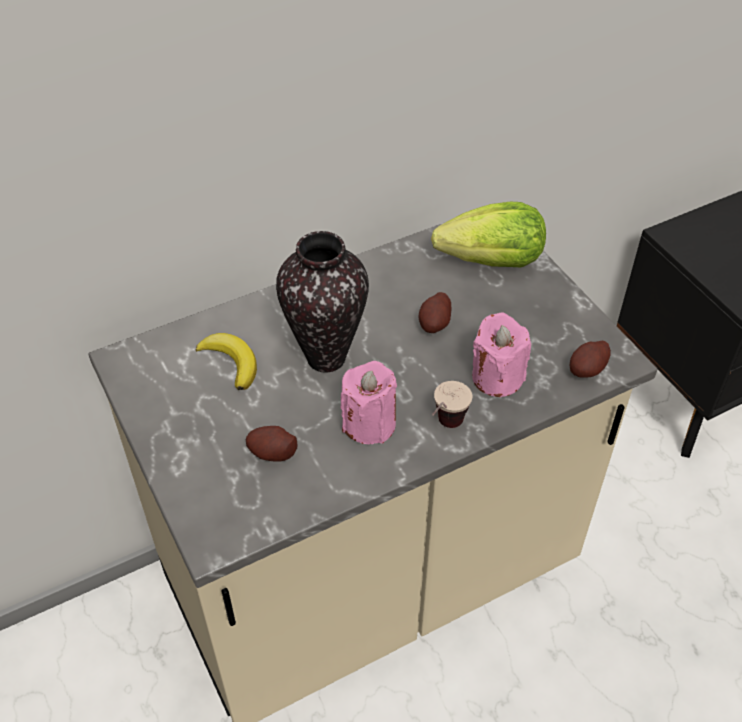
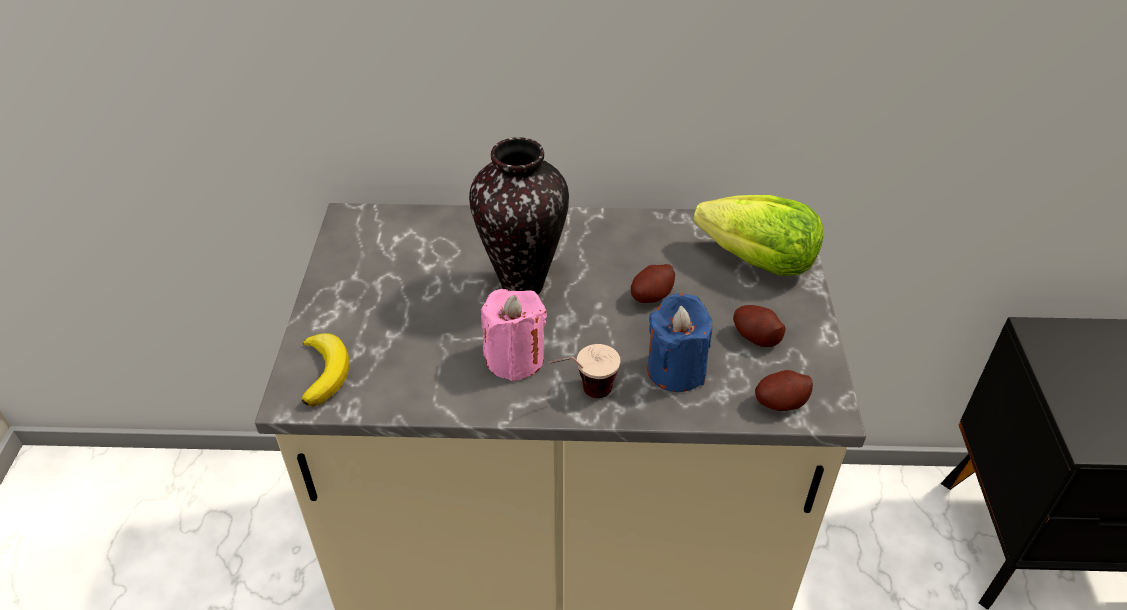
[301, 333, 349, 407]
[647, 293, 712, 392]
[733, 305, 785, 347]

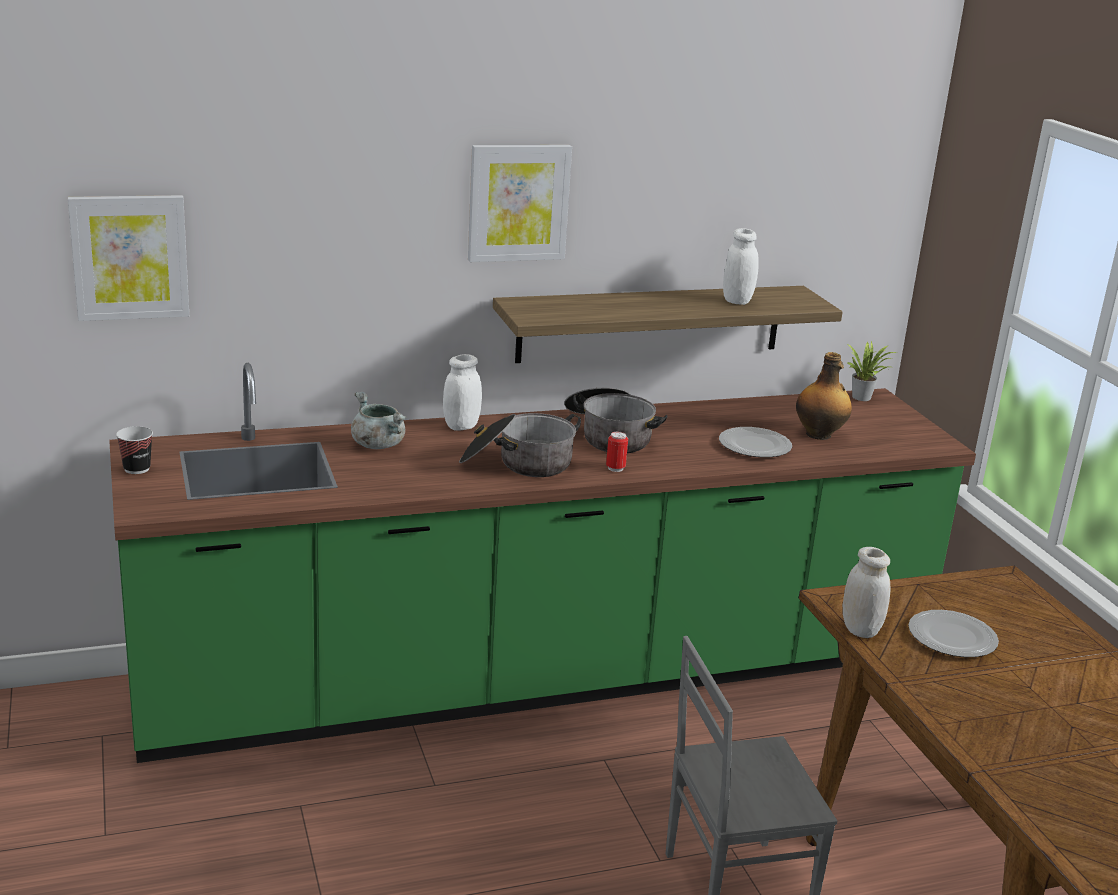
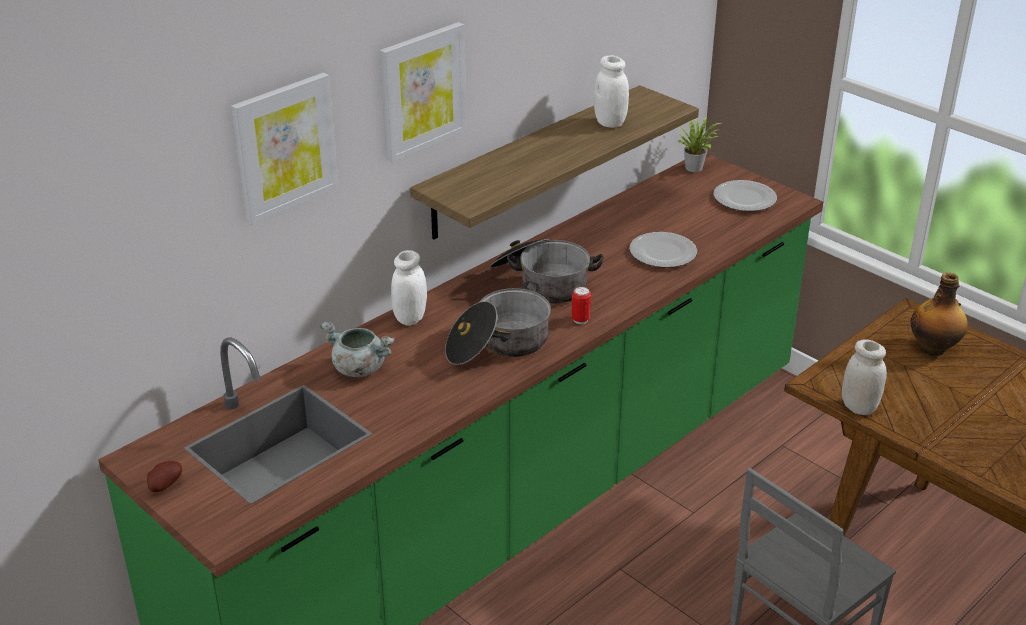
[147, 461, 182, 492]
[231, 73, 339, 224]
[713, 180, 777, 211]
[911, 272, 968, 356]

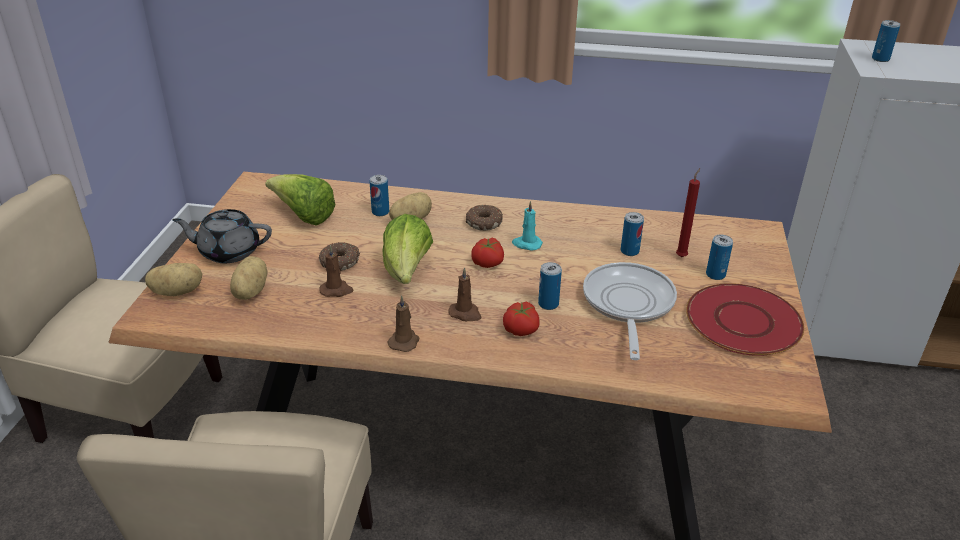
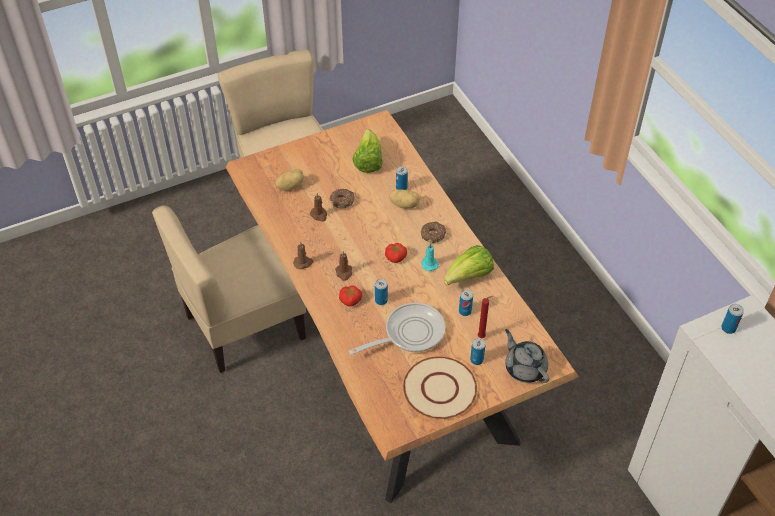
[403, 356, 477, 419]
[444, 245, 494, 286]
[505, 329, 549, 383]
[145, 263, 202, 296] (first image)

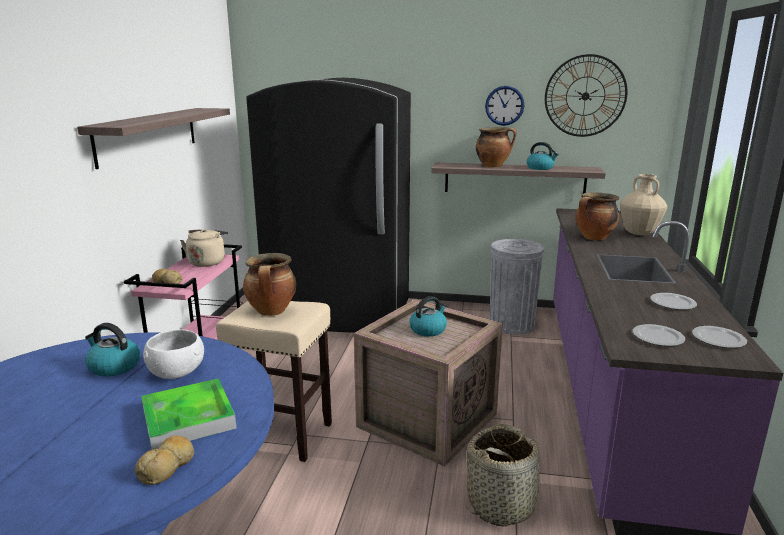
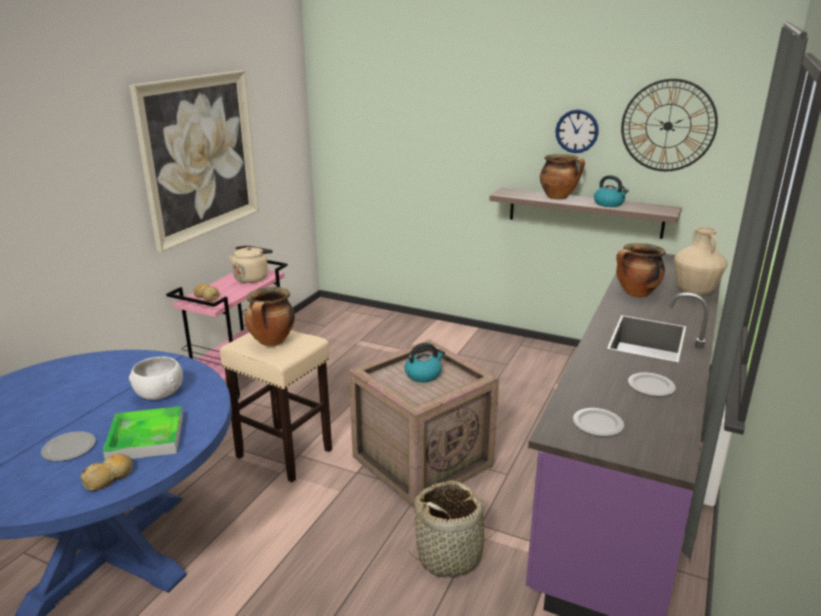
[41, 431, 95, 461]
[129, 70, 259, 252]
[85, 323, 140, 377] (first image)
[246, 78, 411, 333] (first image)
[489, 239, 544, 335] (first image)

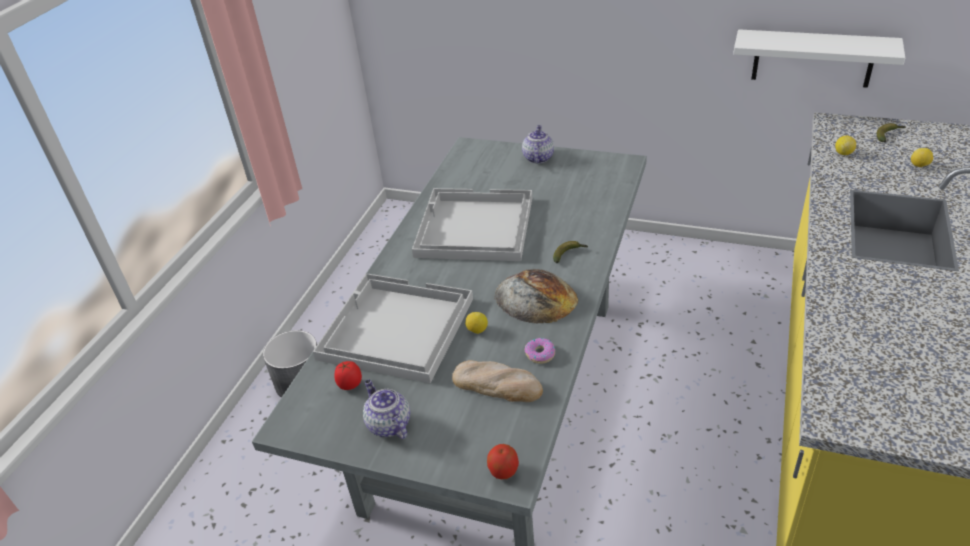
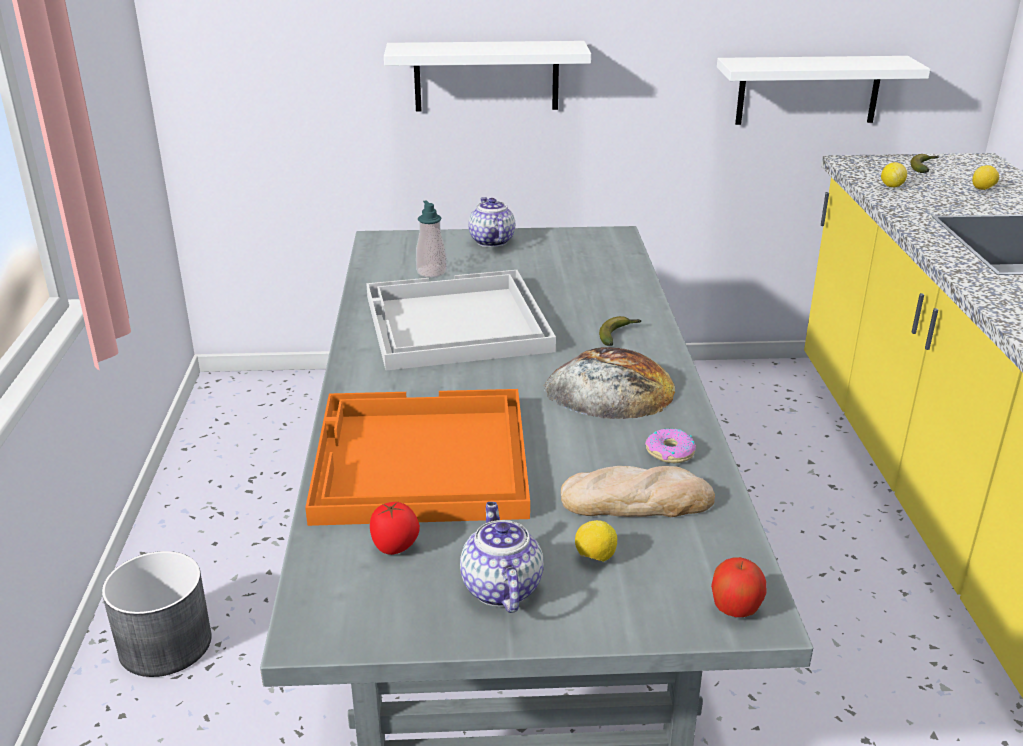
[305, 389, 530, 526]
[384, 41, 591, 112]
[416, 200, 447, 278]
[460, 502, 544, 613]
[575, 520, 617, 562]

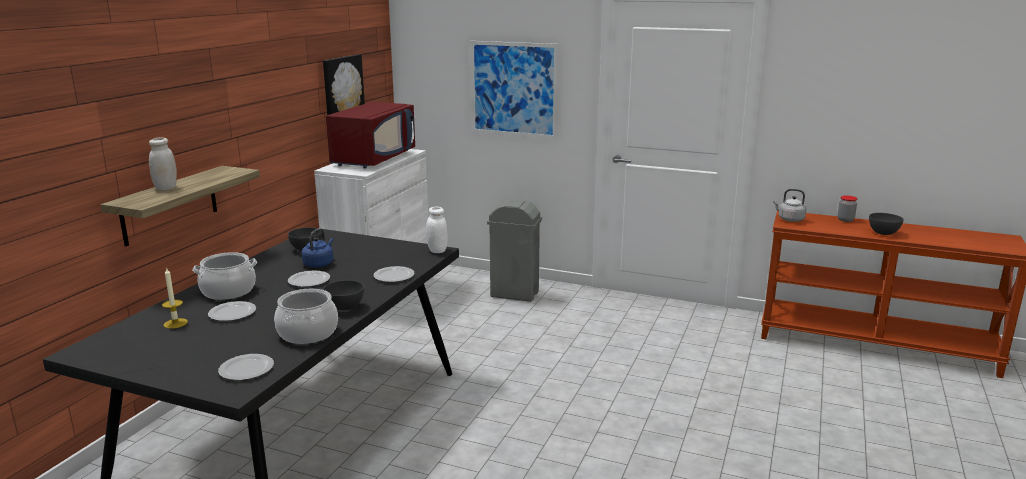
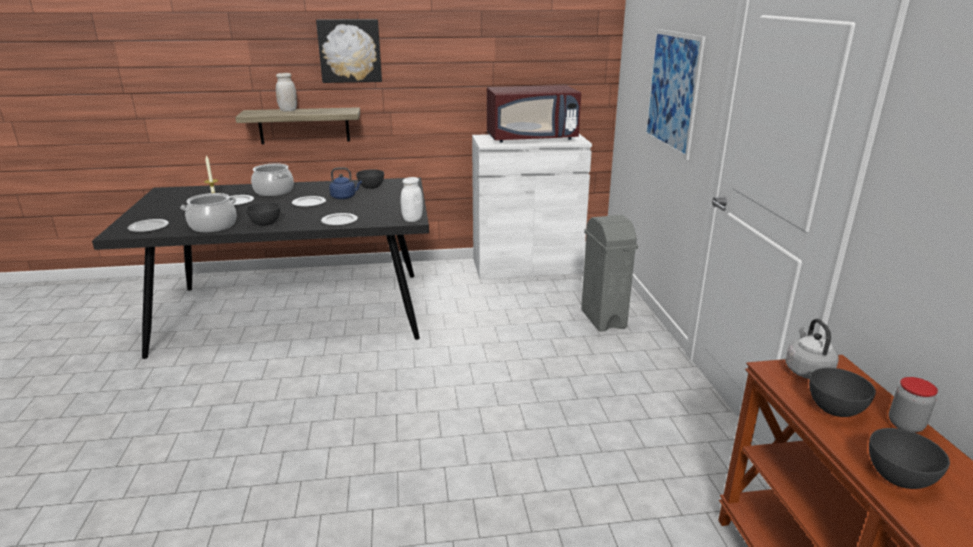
[316, 19, 382, 83]
[809, 368, 876, 417]

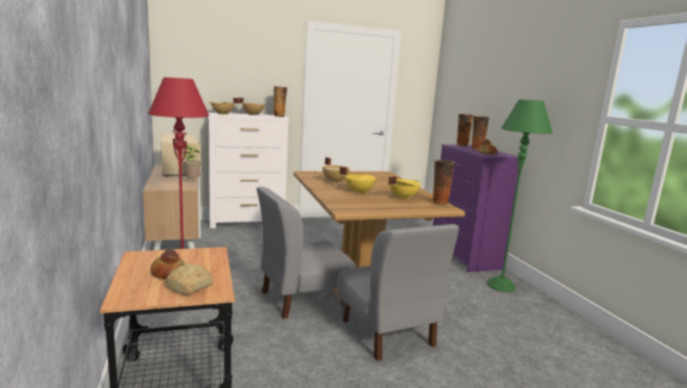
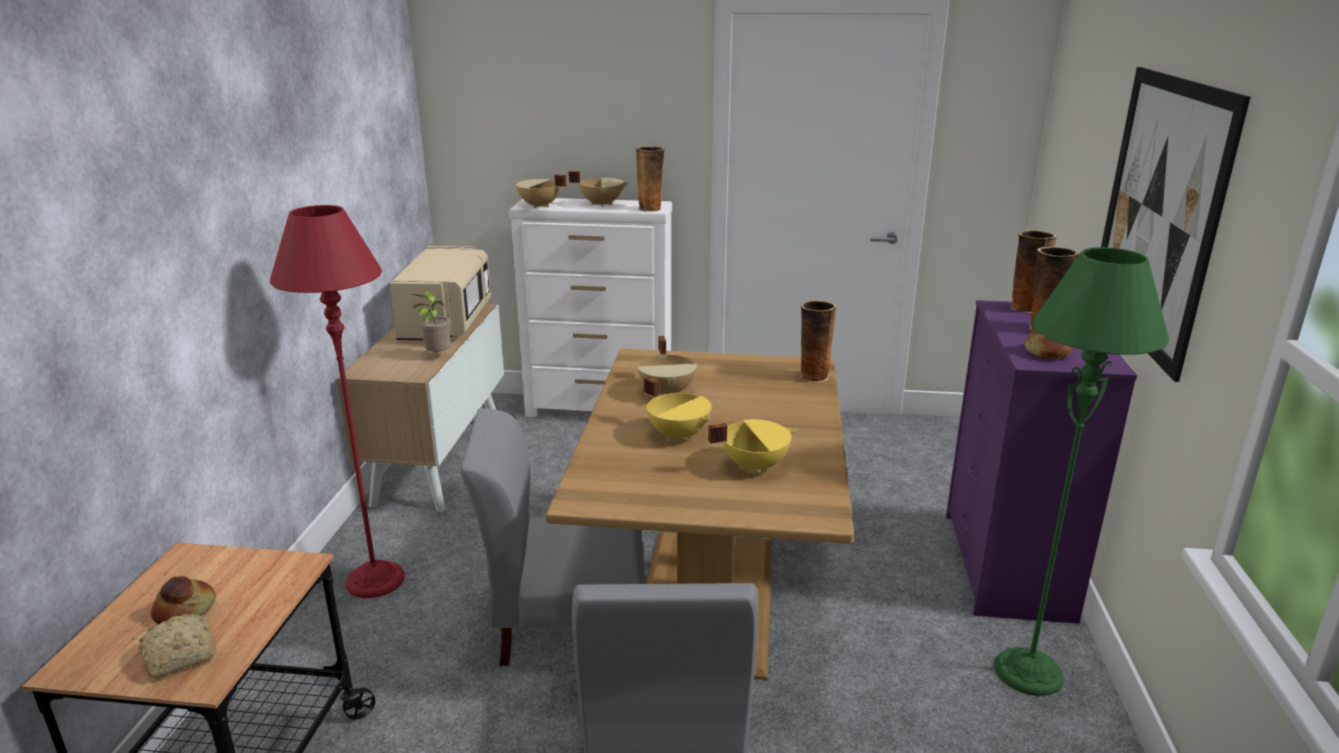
[800, 300, 837, 382]
[1101, 67, 1250, 382]

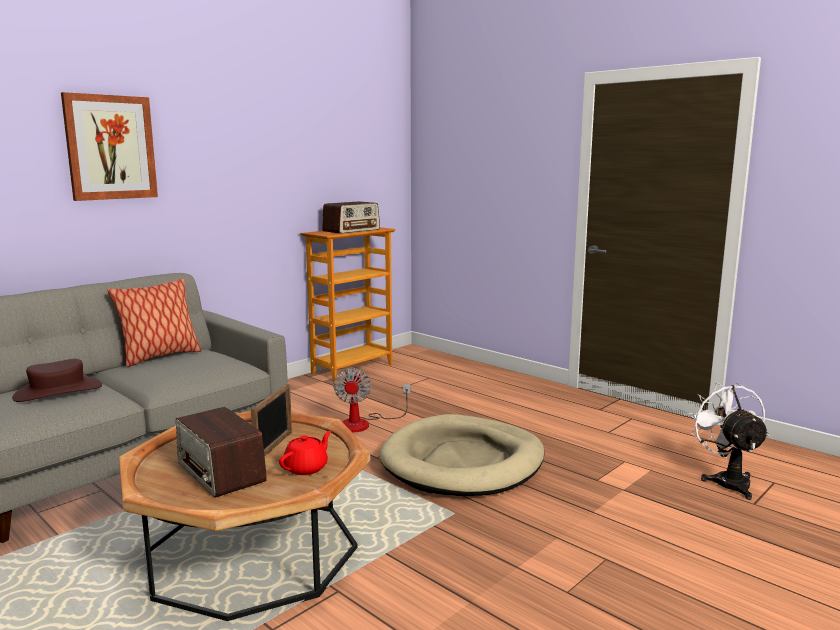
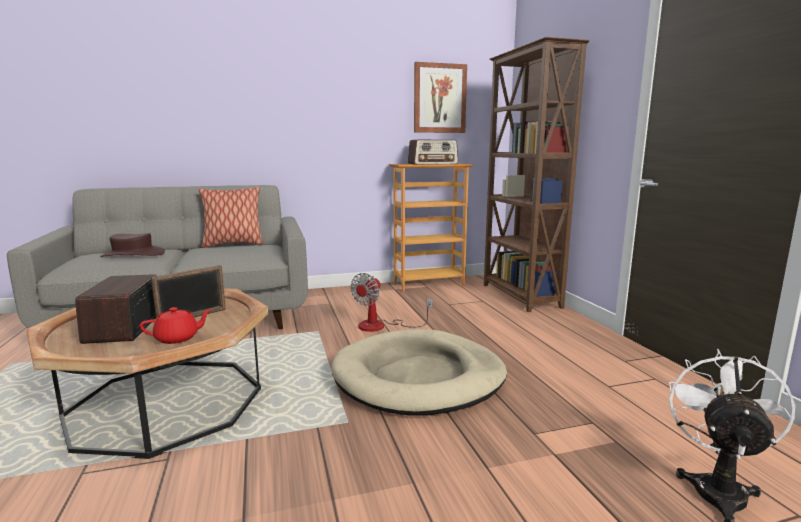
[414, 62, 467, 133]
[484, 37, 590, 312]

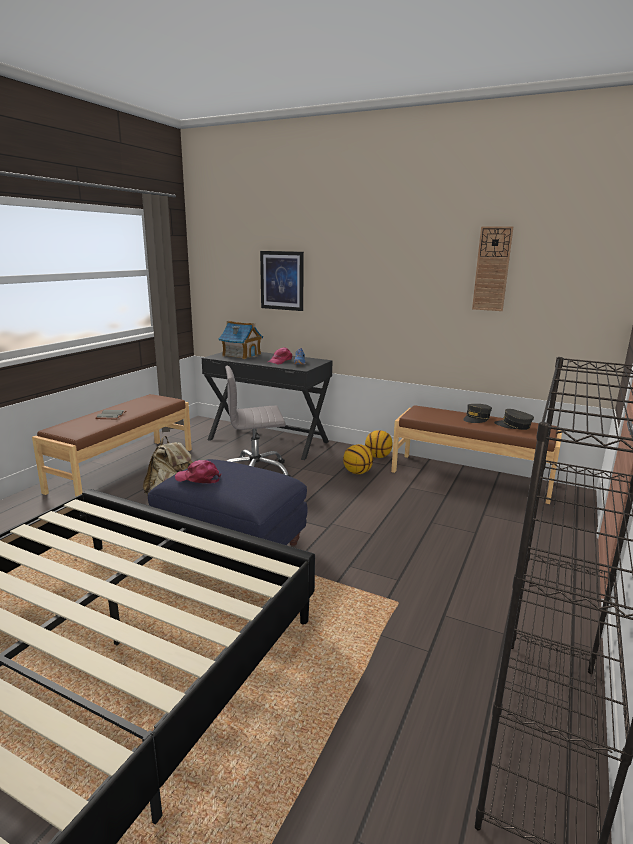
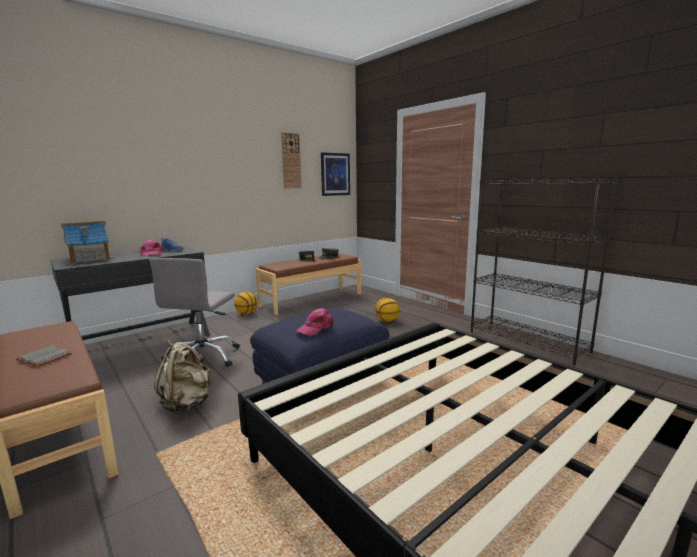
[321, 152, 350, 196]
[375, 298, 399, 322]

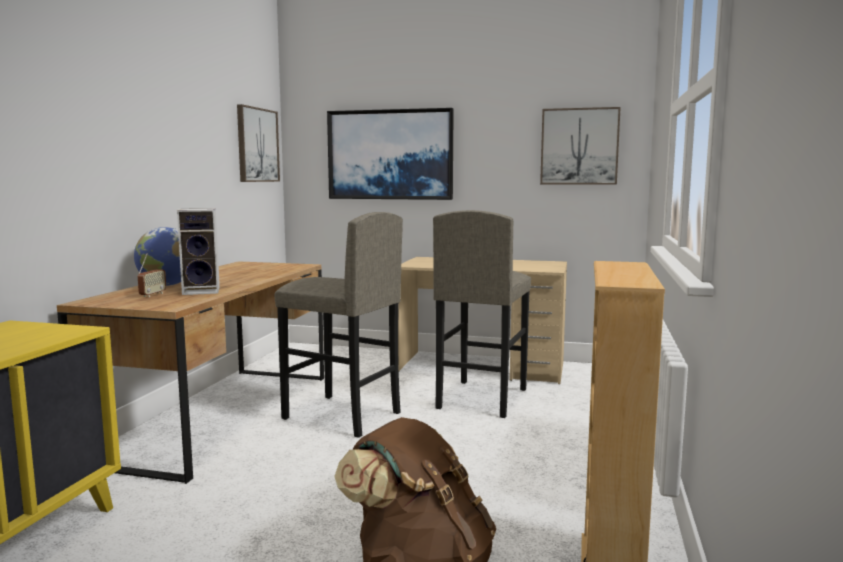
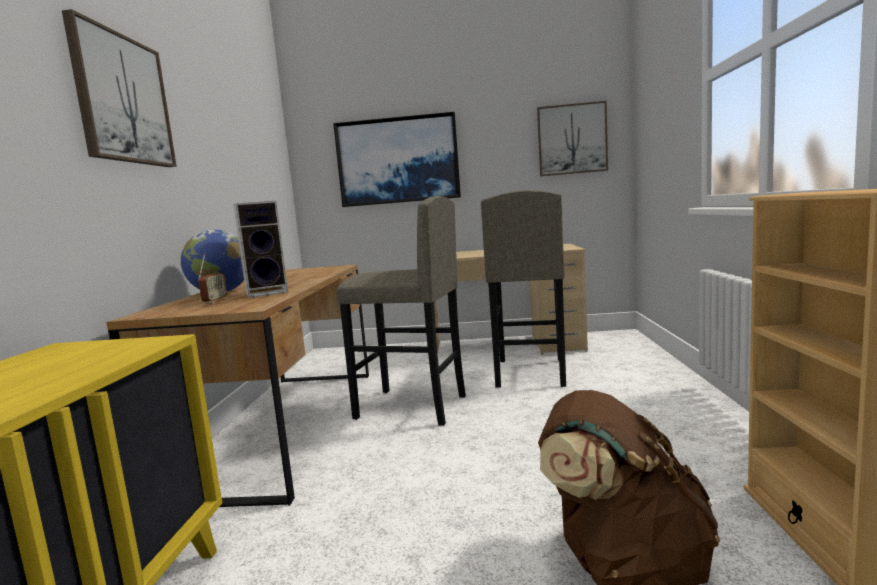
[62, 9, 177, 167]

